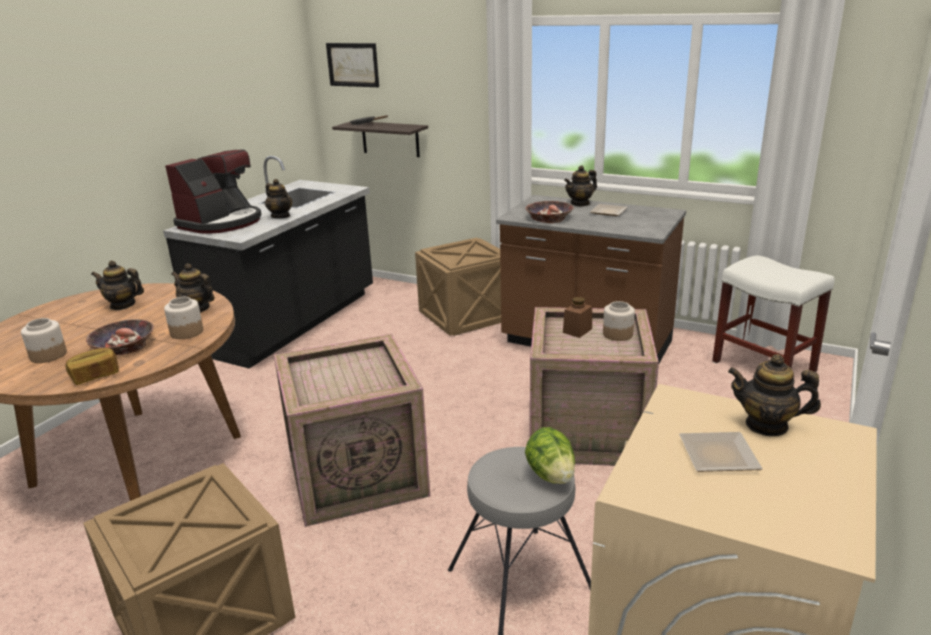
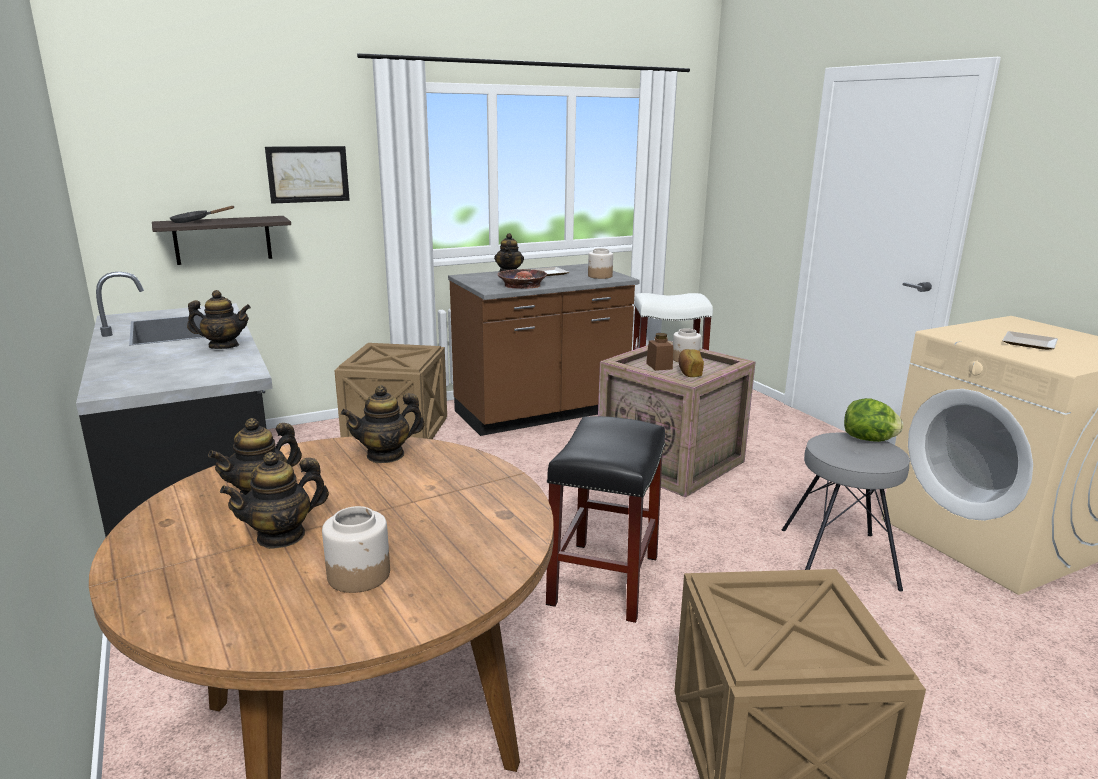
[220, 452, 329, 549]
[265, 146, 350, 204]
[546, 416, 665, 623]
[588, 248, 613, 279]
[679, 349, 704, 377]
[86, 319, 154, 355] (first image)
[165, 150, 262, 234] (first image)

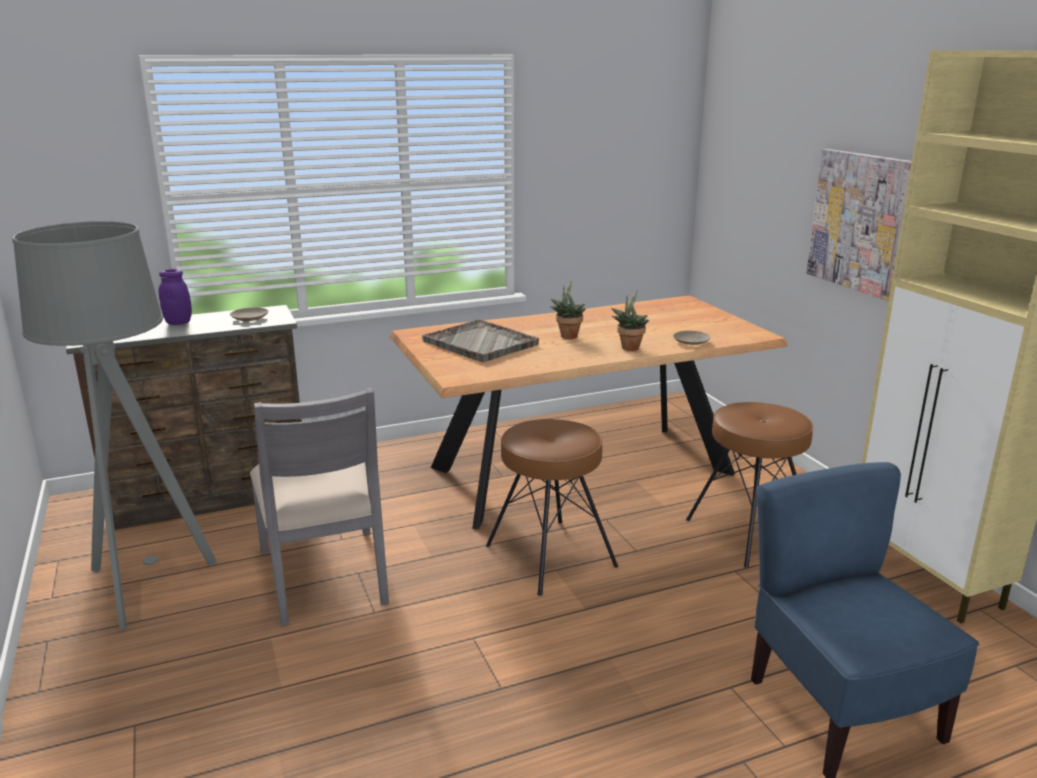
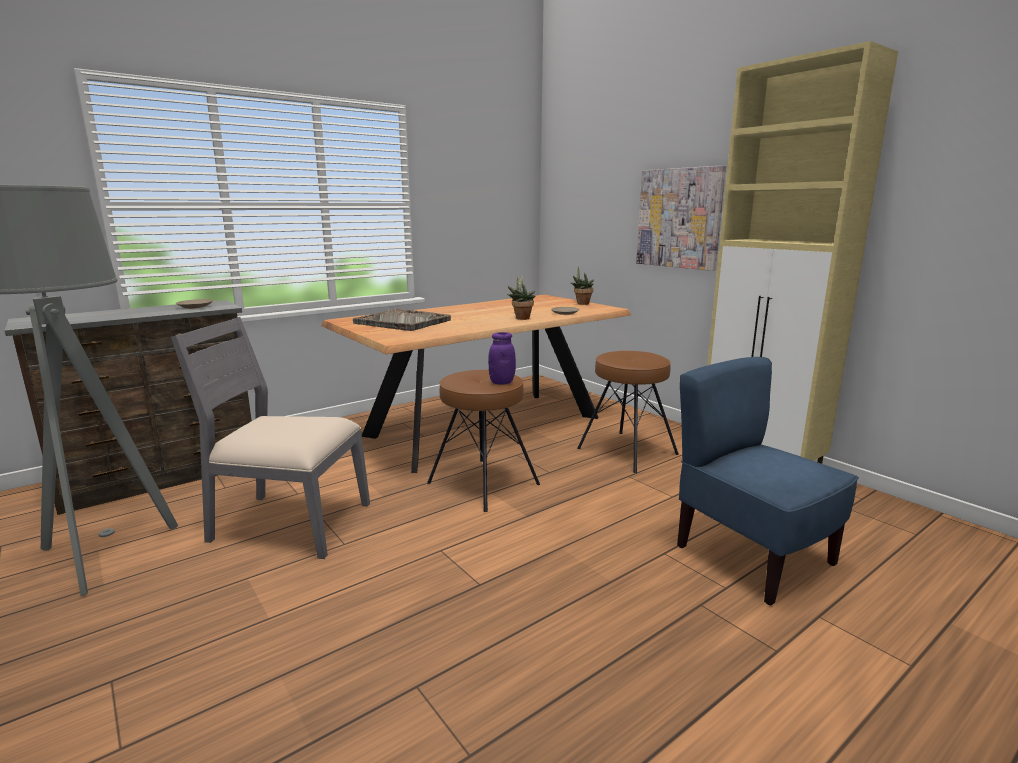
[171, 317, 370, 559]
[488, 332, 516, 385]
[570, 266, 594, 305]

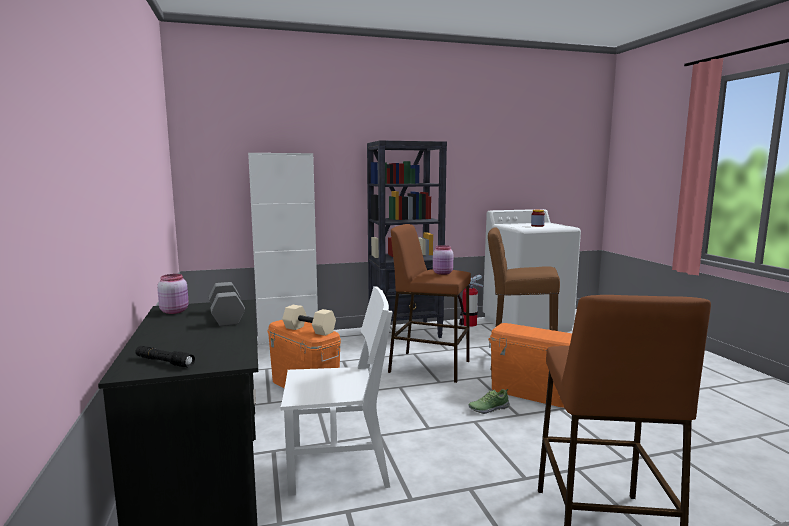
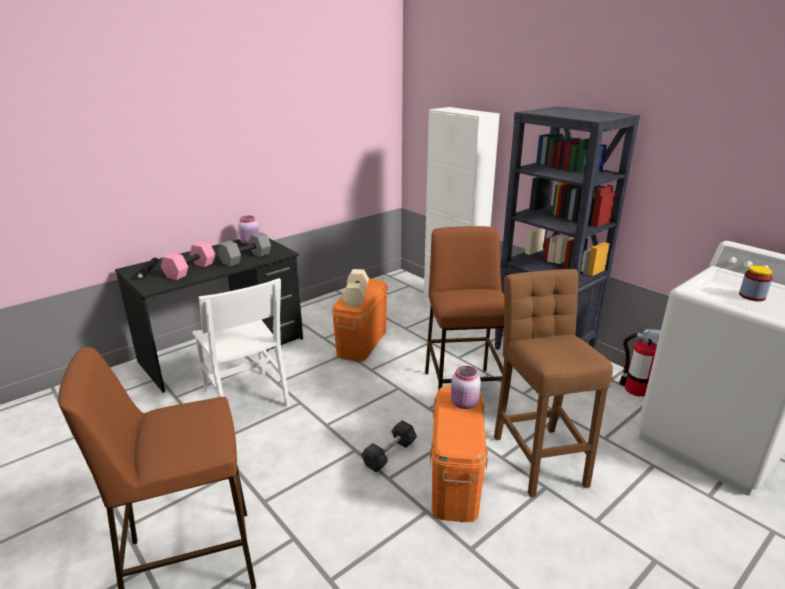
[161, 241, 216, 280]
[361, 420, 417, 472]
[451, 366, 481, 409]

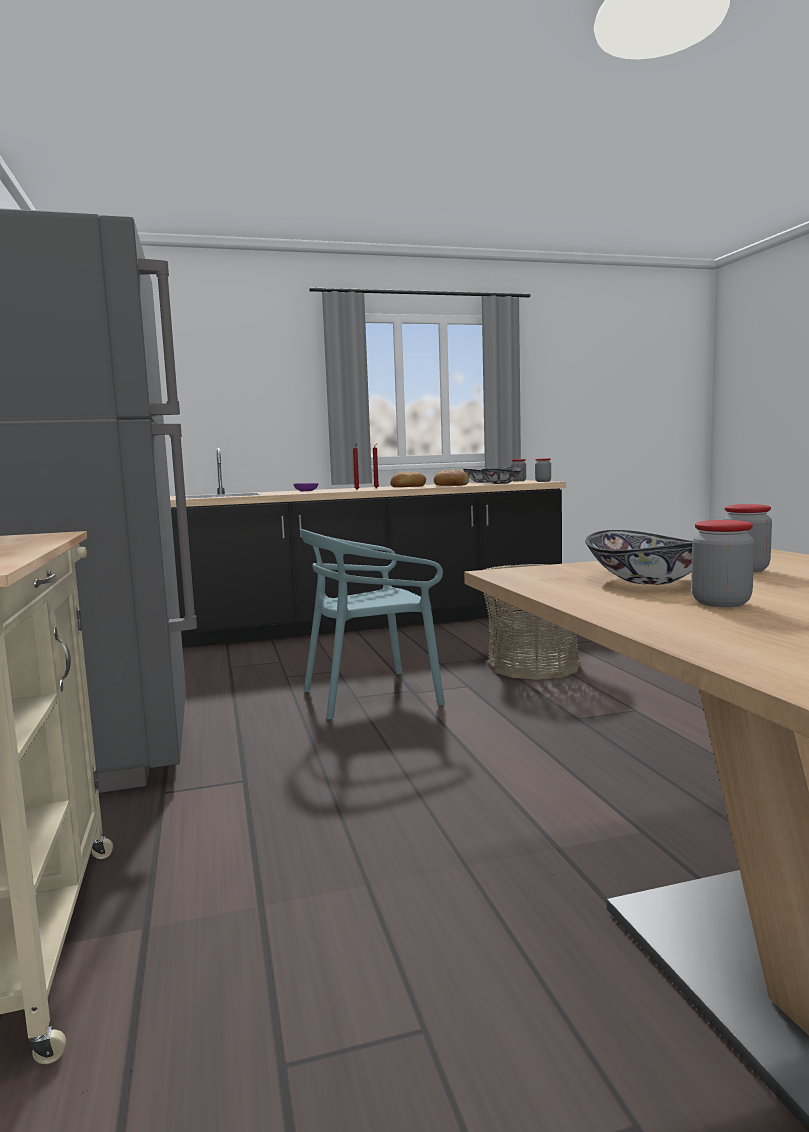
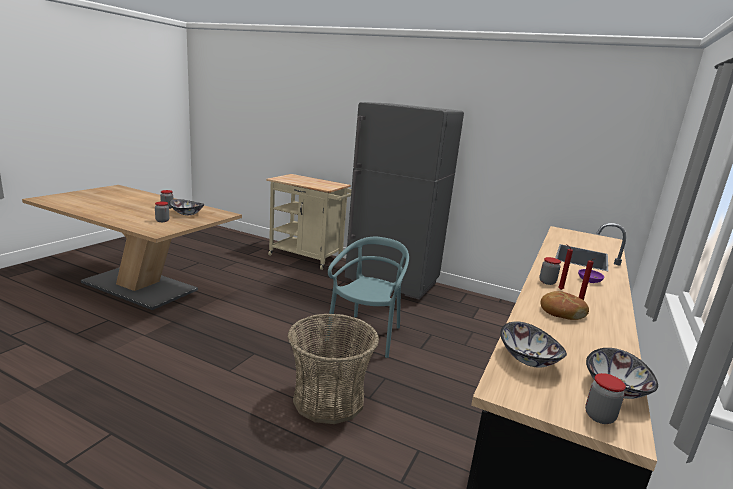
[539, 257, 561, 285]
[434, 470, 469, 486] (first image)

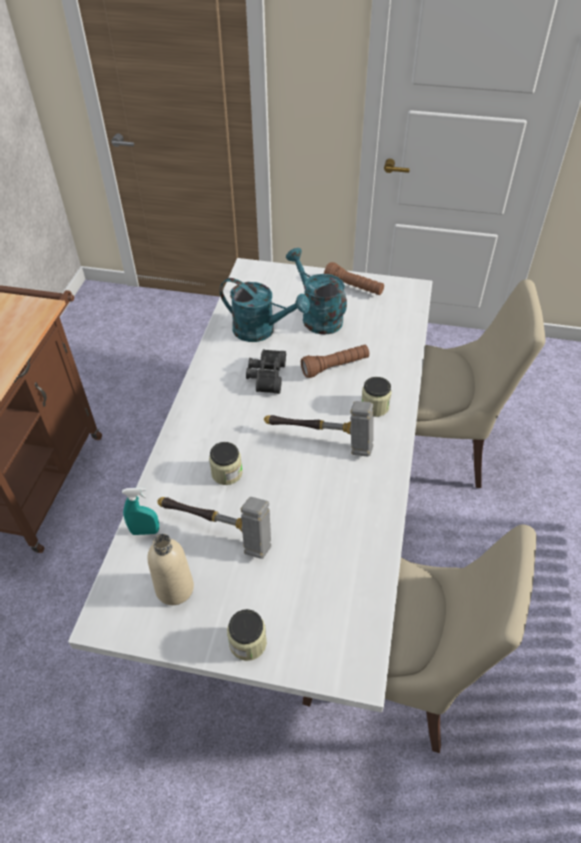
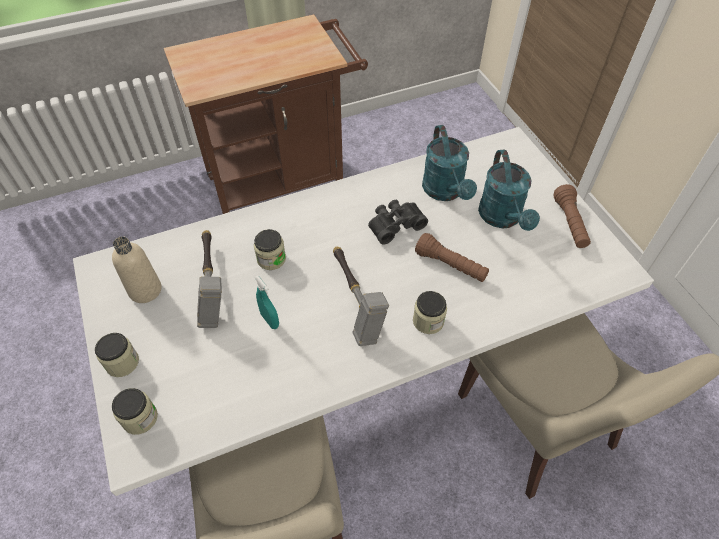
[112, 388, 158, 435]
[255, 276, 279, 329]
[478, 149, 540, 231]

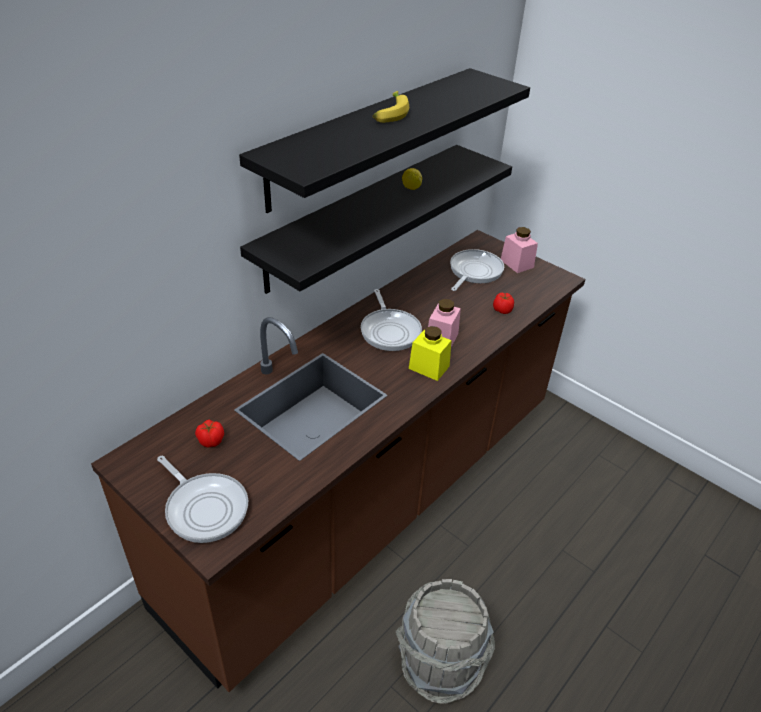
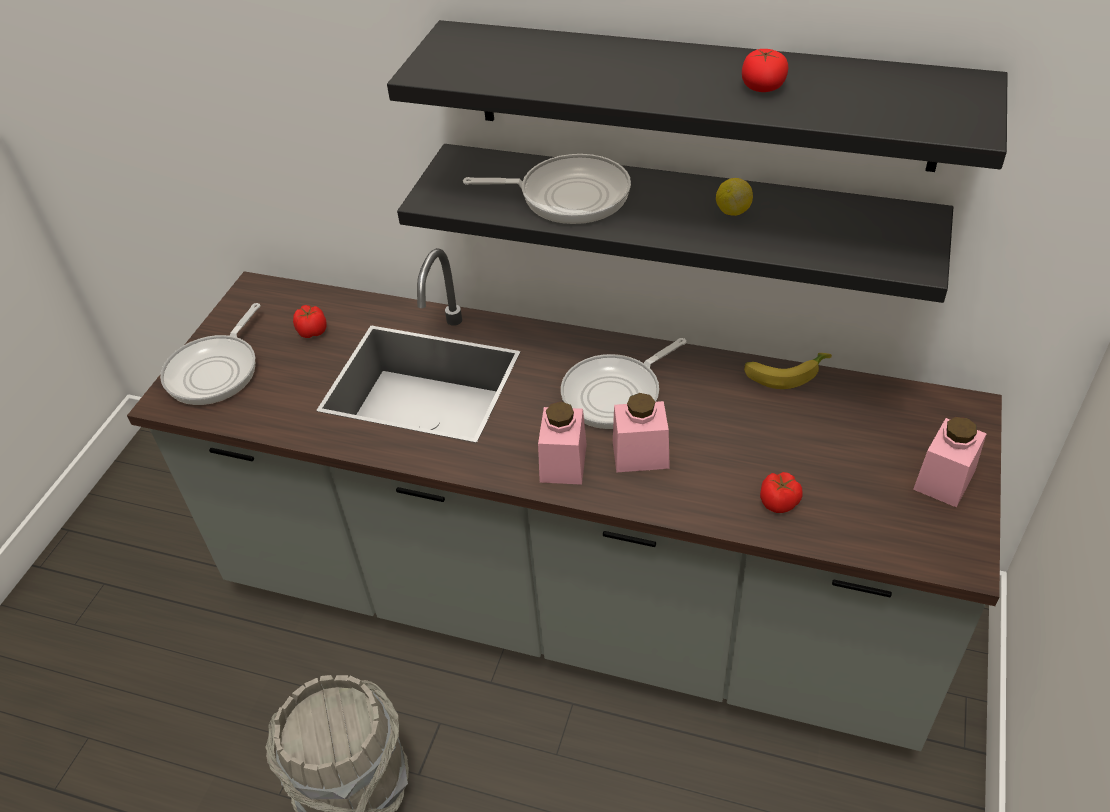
[127, 248, 1002, 751]
[463, 154, 631, 224]
[538, 402, 587, 485]
[742, 49, 789, 92]
[744, 353, 832, 389]

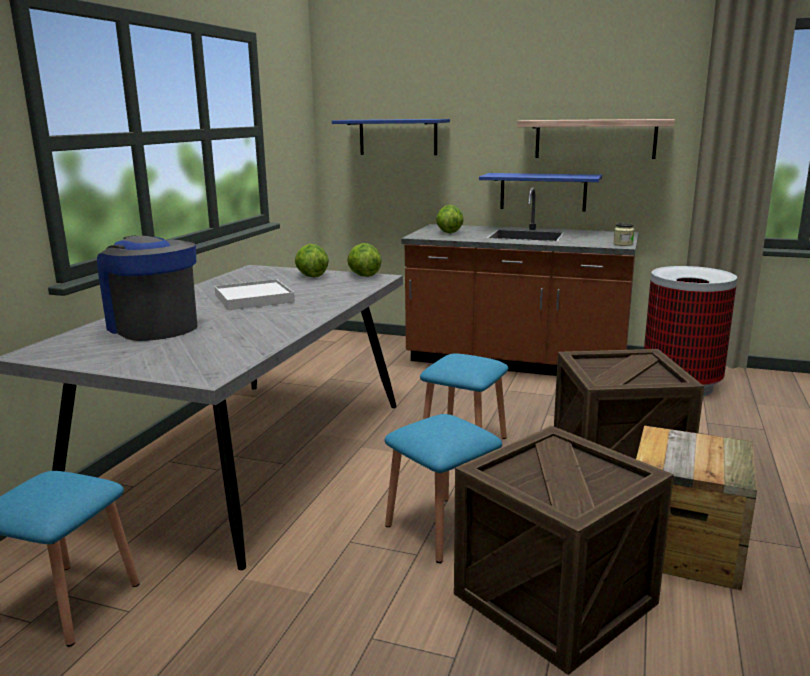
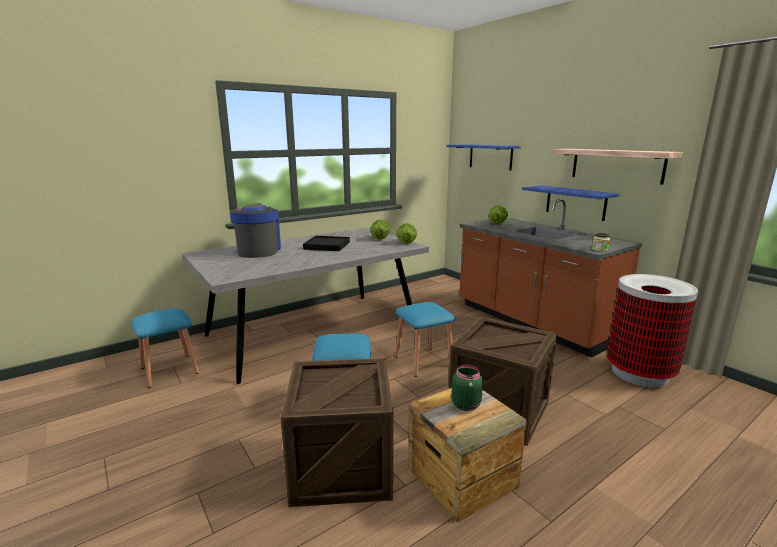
[303, 236, 350, 251]
[451, 365, 483, 411]

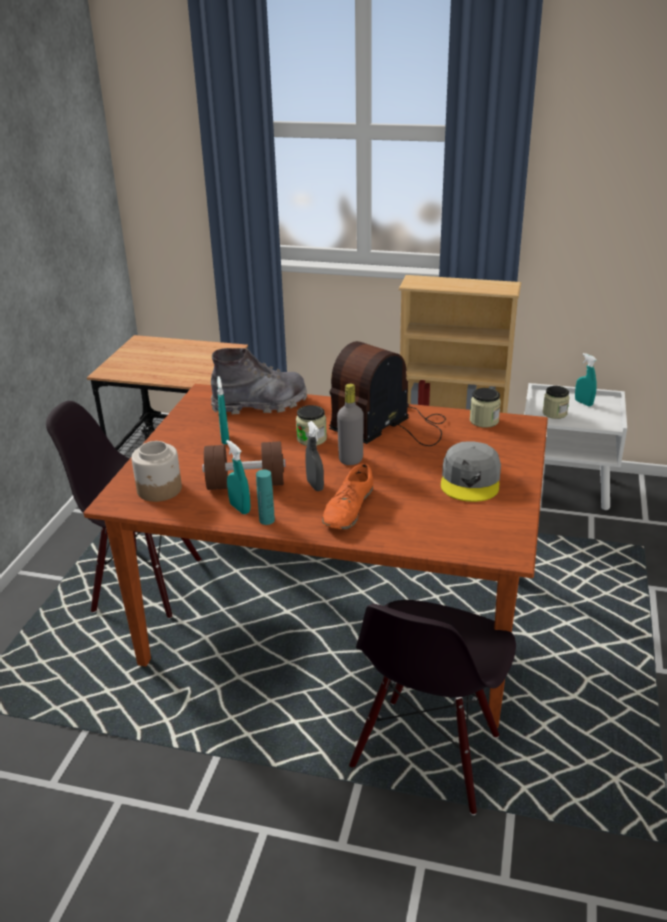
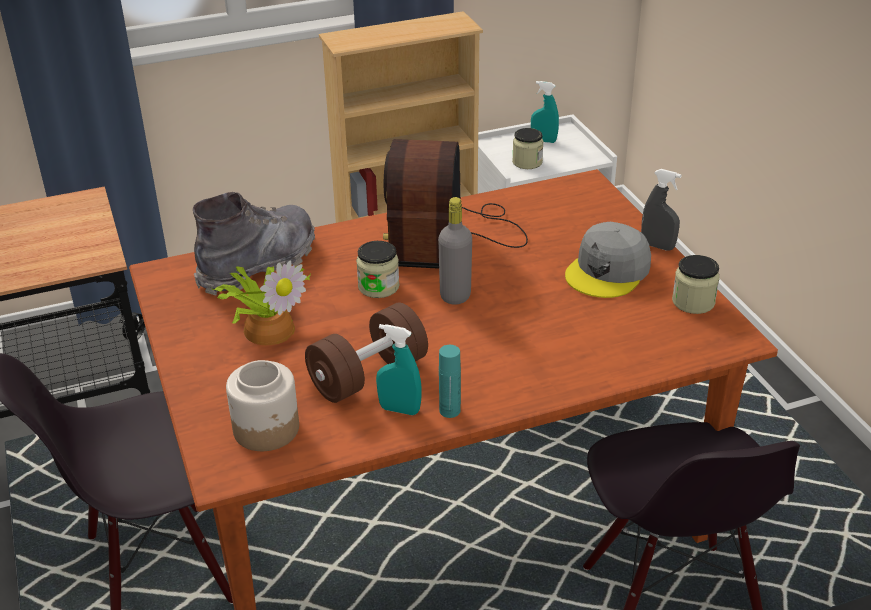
[212, 261, 311, 345]
[565, 222, 651, 298]
[641, 169, 682, 250]
[672, 255, 720, 314]
[322, 463, 373, 529] (first image)

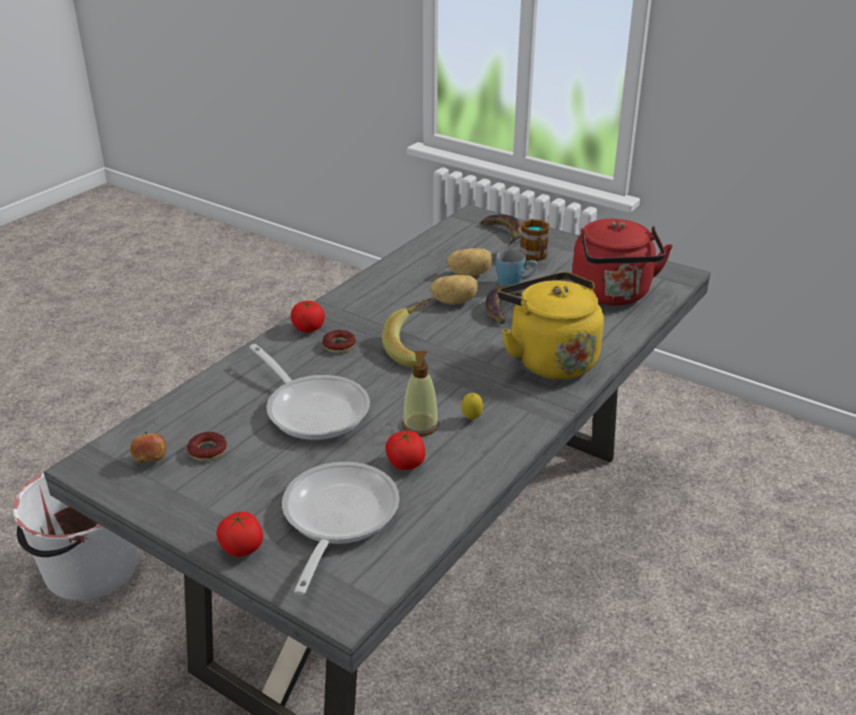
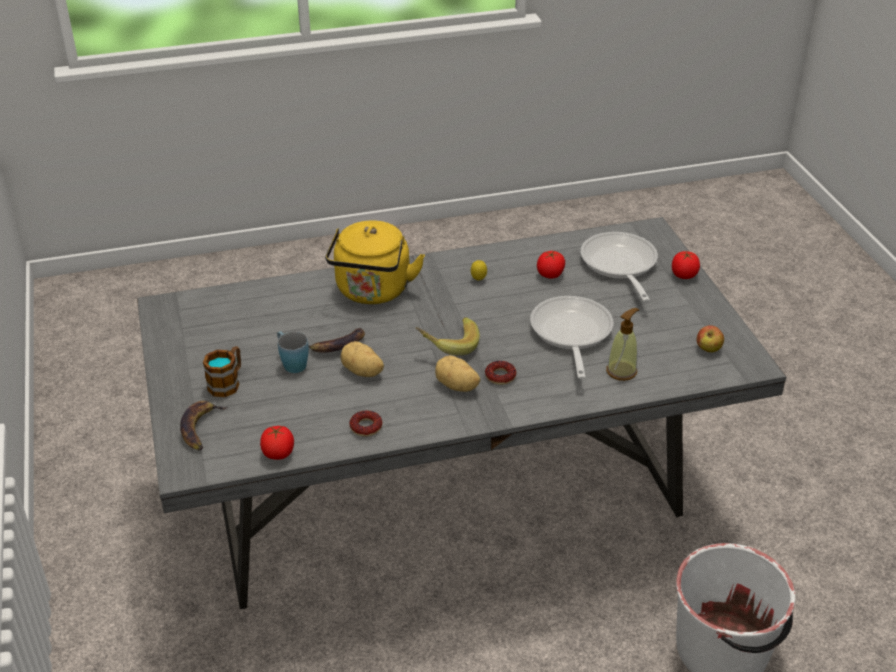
[260, 426, 294, 460]
[349, 410, 382, 437]
[435, 355, 480, 392]
[580, 232, 658, 302]
[606, 308, 639, 381]
[572, 219, 673, 306] (first image)

